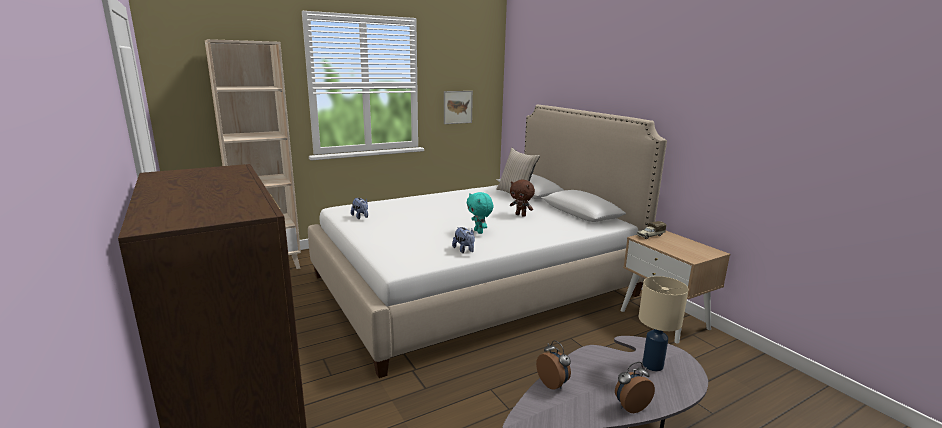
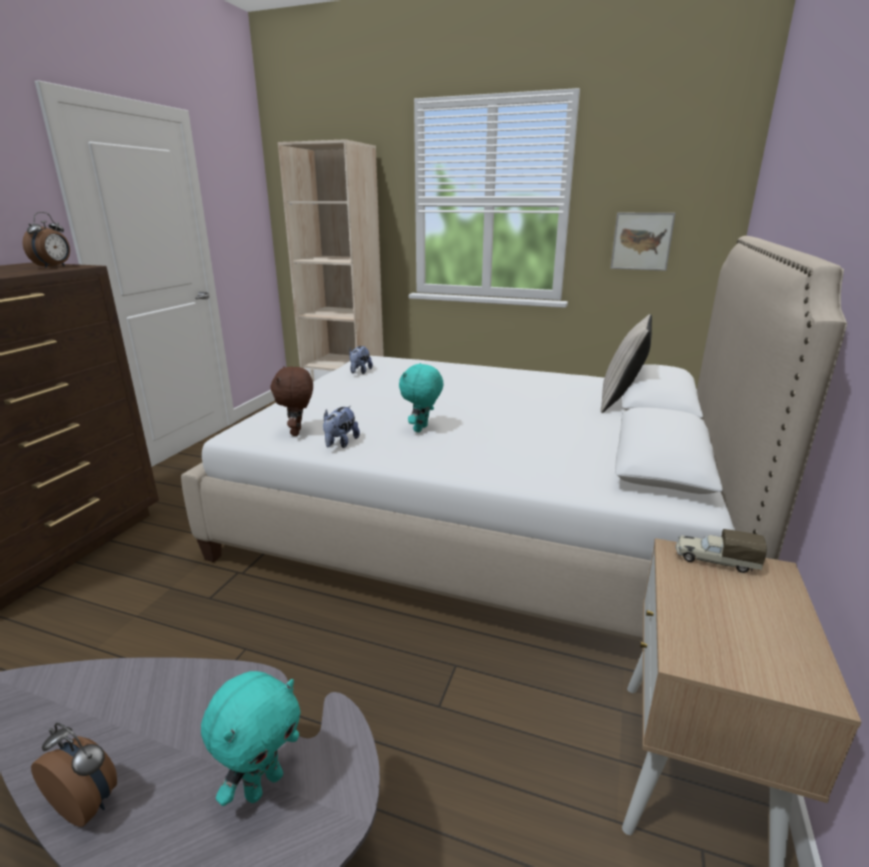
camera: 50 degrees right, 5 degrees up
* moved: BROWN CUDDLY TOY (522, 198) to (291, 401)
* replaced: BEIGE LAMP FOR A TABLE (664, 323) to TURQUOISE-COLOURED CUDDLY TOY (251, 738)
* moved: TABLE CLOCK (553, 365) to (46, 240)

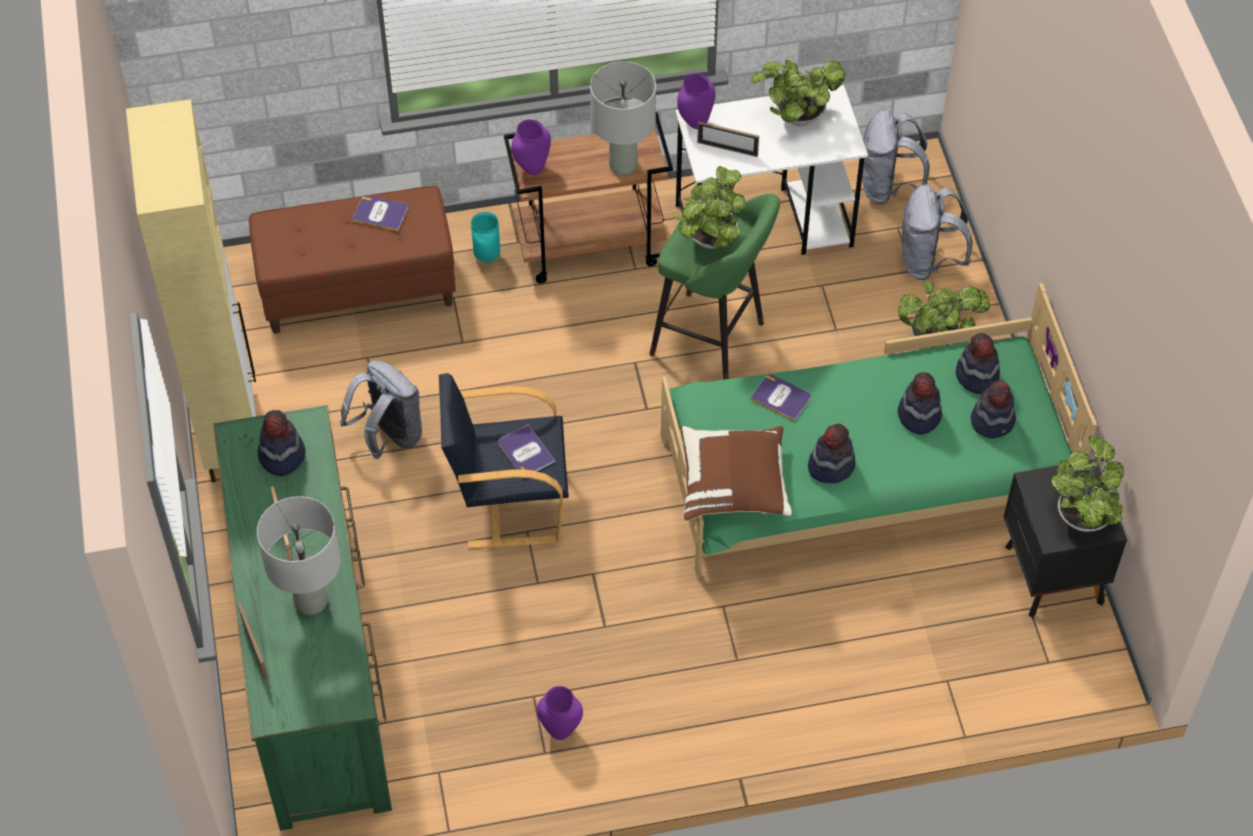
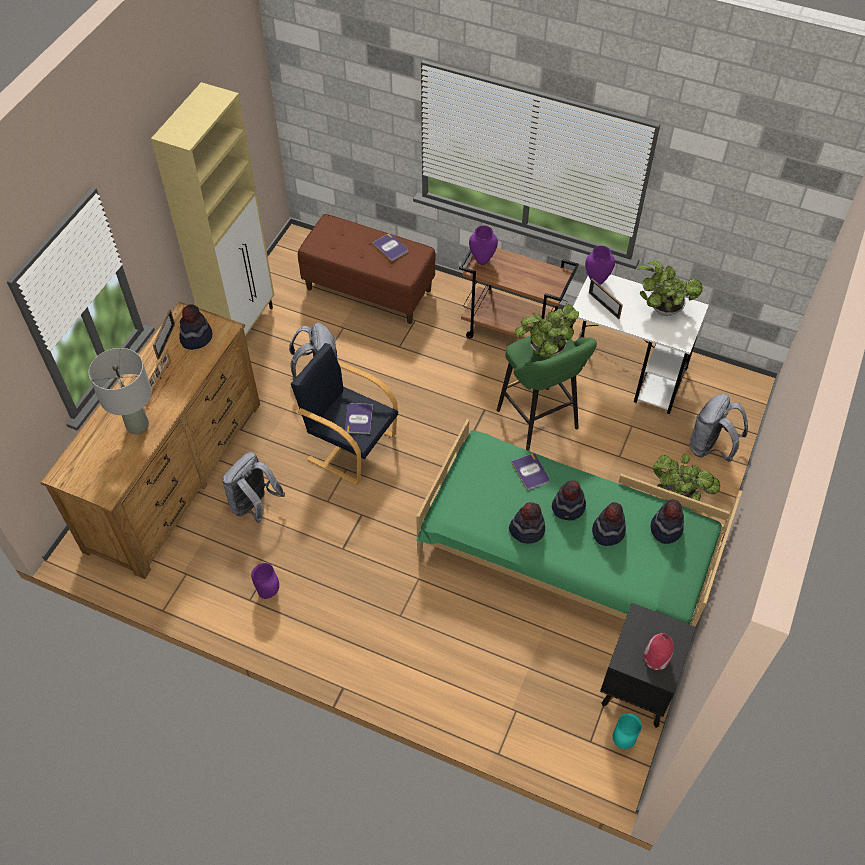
camera: 35 degrees right, 0 degrees up
* removed: GRAY LAMP FOR A TABLE (623, 118)
* moved: GRAY BACKPACK (896, 157) to (253, 487)
* moved: TURQUOISE-COLOURED VASE (485, 237) to (627, 731)
* moved: HAT (993, 409) to (569, 500)
* recoloured: GREENISH CHEST OF DRAWERS (302, 618) to BROWN CHEST OF DRAWERS (150, 440)
* removed: BROWN THROW PILLOW (736, 473)
* replaced: HOUSEPLANT (1087, 484) to RED VASE (658, 651)
* moved: PHOTO FRAME (252, 641) to (164, 334)

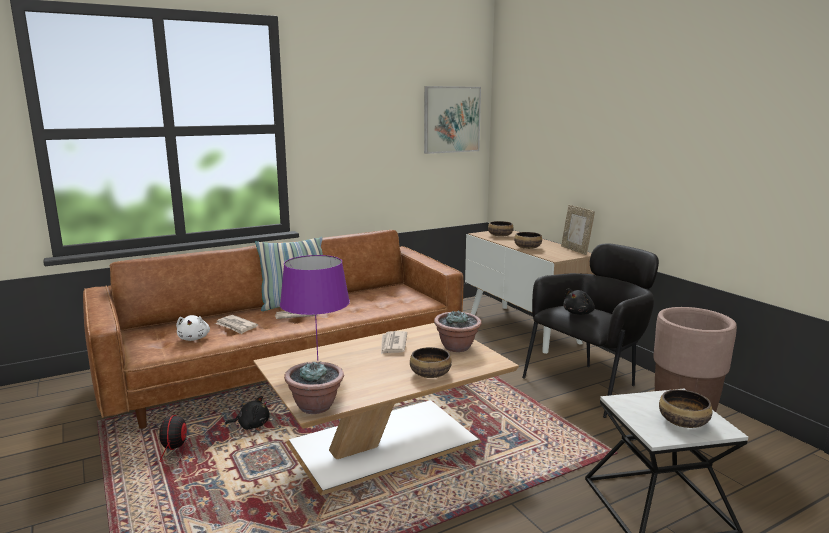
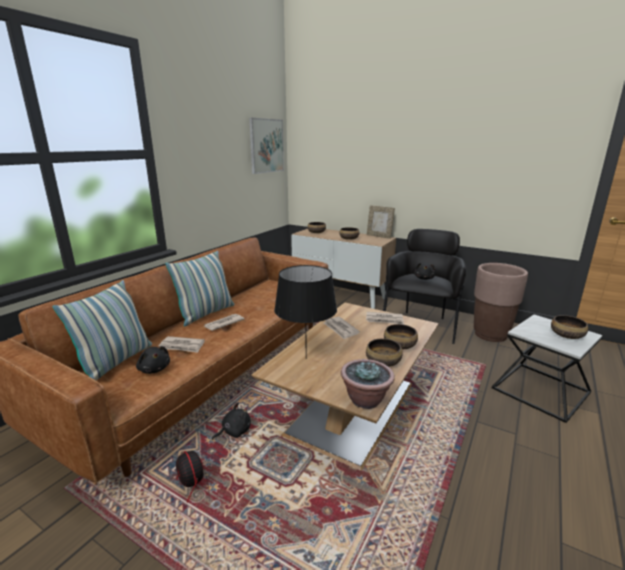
camera: 30 degrees left, 5 degrees up
* recoloured: PURPLE LAMP FOR A TABLE (315, 308) to BLACK LAMP FOR A TABLE (305, 312)
* replaced: HOUSEPLANT (458, 331) to PRINTED PAPER (385, 318)
* recoloured: WHITE CUDDLY TOY (193, 328) to BLACK CUDDLY TOY (153, 360)
* added: THROW PILLOW (102, 330)
* added: DEEP DISH (384, 352)

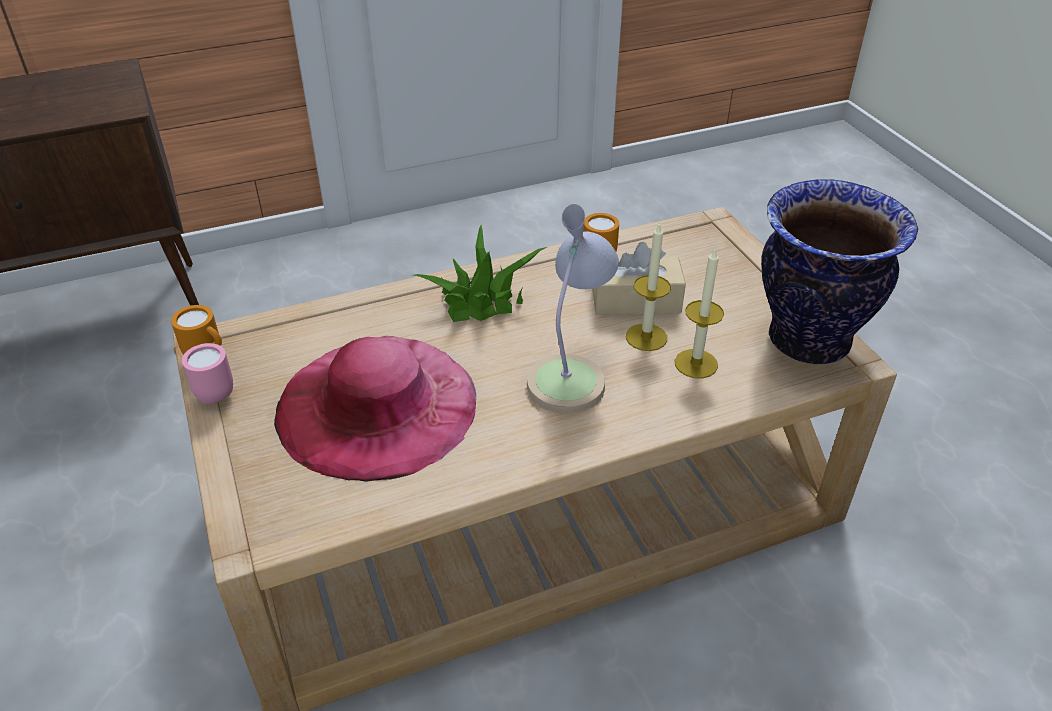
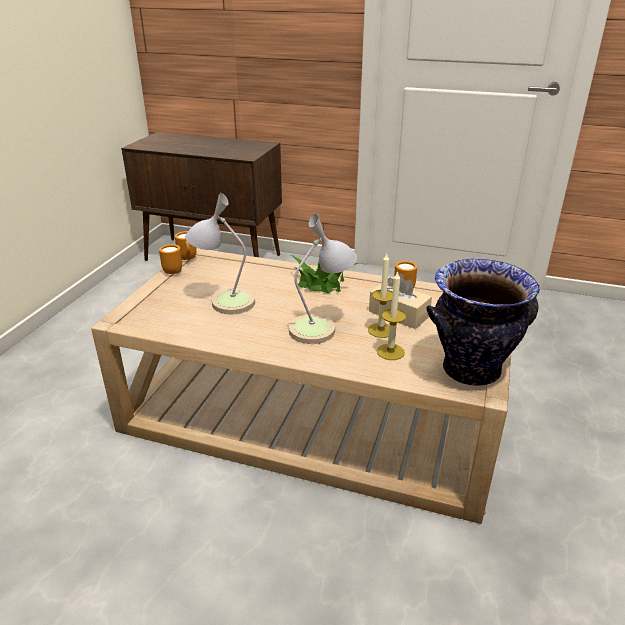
camera: 40 degrees right, 10 degrees down
* replaced: PINK-COLOURED HAT (375, 409) to LAMP FOR A TABLE (220, 253)
* recoloured: PINK-COLOURED COFFEE MUG (207, 374) to ORANGE COFFEE MUG (170, 259)

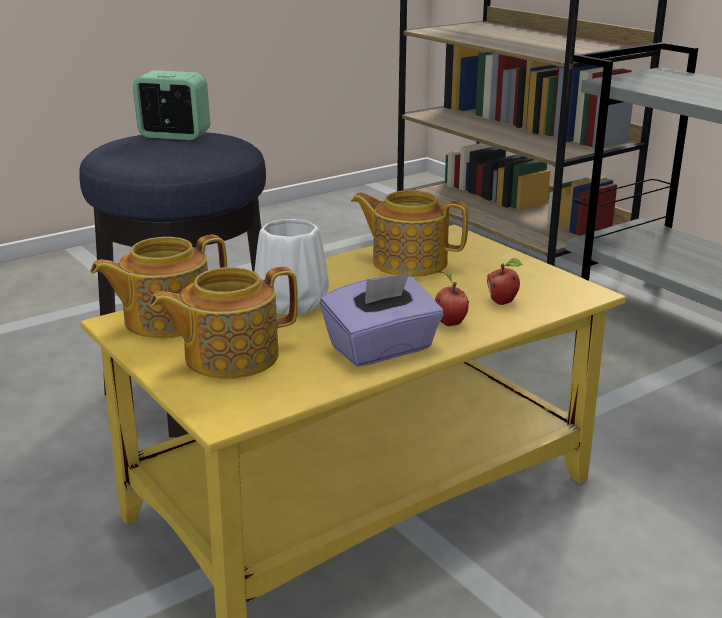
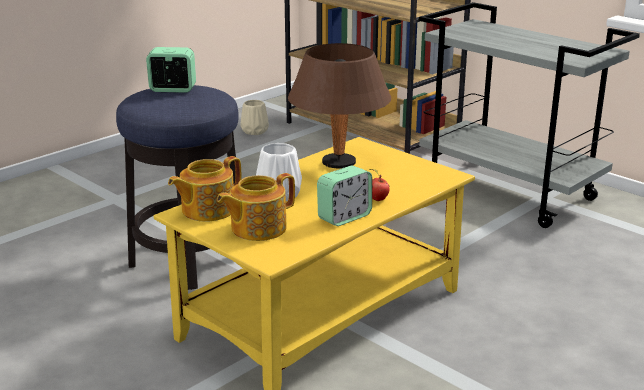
camera: 10 degrees left, 0 degrees up
* replaced: POT FOR TEA (409, 233) to BROWN LAMP FOR A TABLE (339, 105)
* removed: APPLE FRUIT (505, 281)
* replaced: PURPLE BOX OF TISSUES (382, 320) to TABLE CLOCK (344, 196)
* added: BEIGE VASE (255, 117)

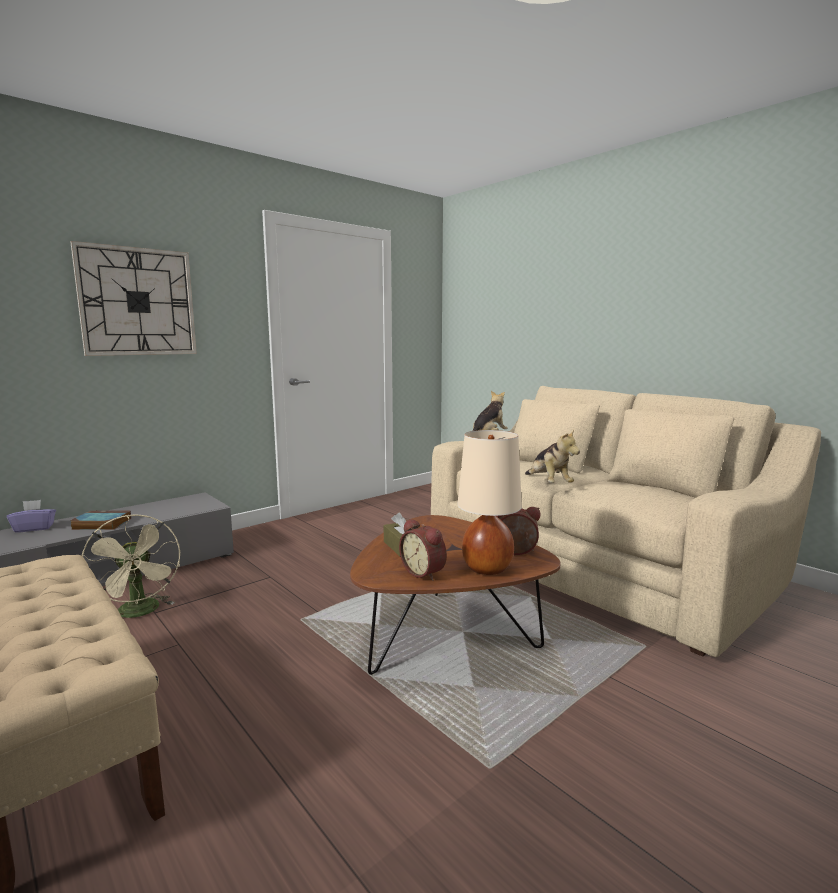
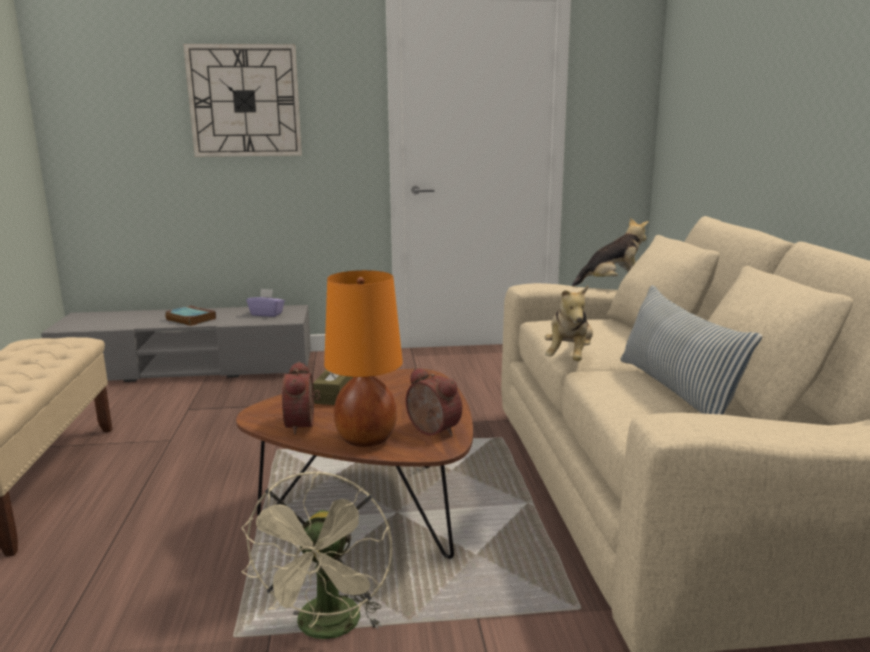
camera: 35 degrees right, 5 degrees up
* recoloured: BEIGE LAMP FOR A TABLE (489, 502) to ORANGE LAMP FOR A TABLE (363, 358)
* moved: PURPLE BOX OF TISSUES (31, 516) to (266, 303)
* moved: BEIGE COOLING FAN (131, 566) to (317, 555)
* added: THROW PILLOW (691, 350)

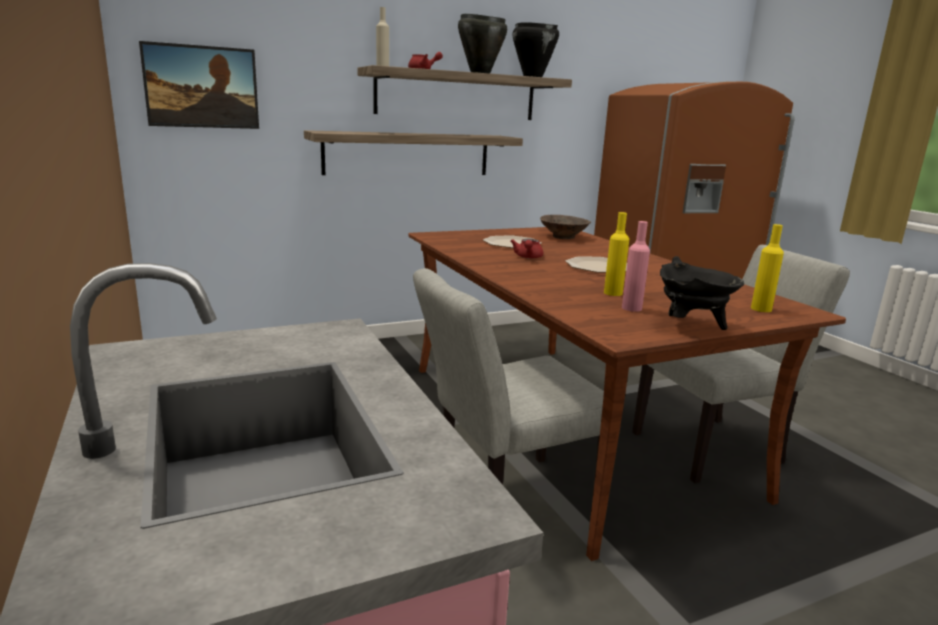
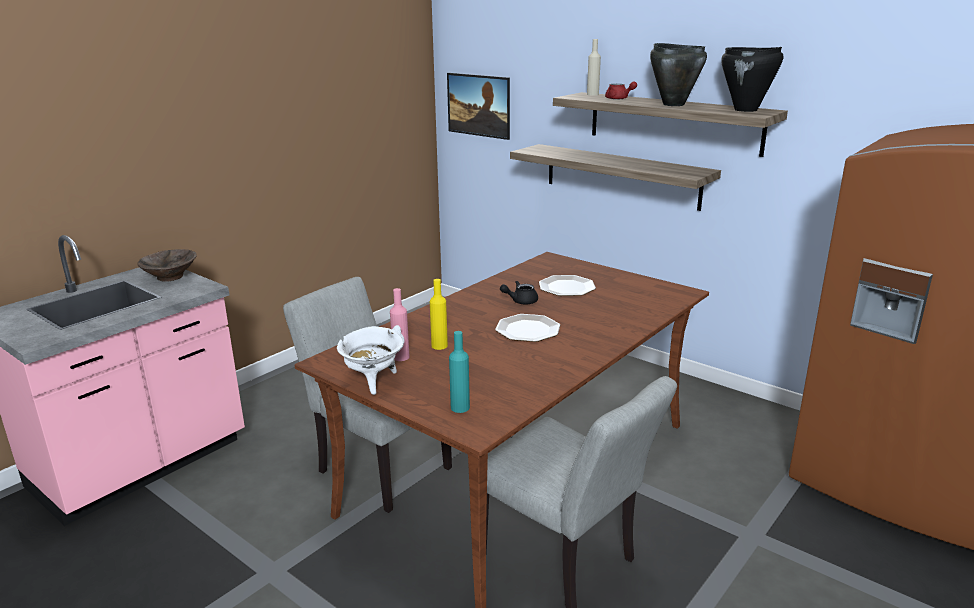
camera: 65 degrees right, 5 degrees up
* moved: BROWN DEEP DISH (565, 227) to (167, 265)
* recoloured: YELLOWISH DRINK BOTTLE (767, 268) to TURQUOISE-COLOURED DRINK BOTTLE (459, 372)
* recoloured: RED POT FOR TEA (526, 249) to BLACK POT FOR TEA (519, 292)
* recoloured: BLACK STOCKPOT (702, 293) to WHITE STOCKPOT (371, 360)

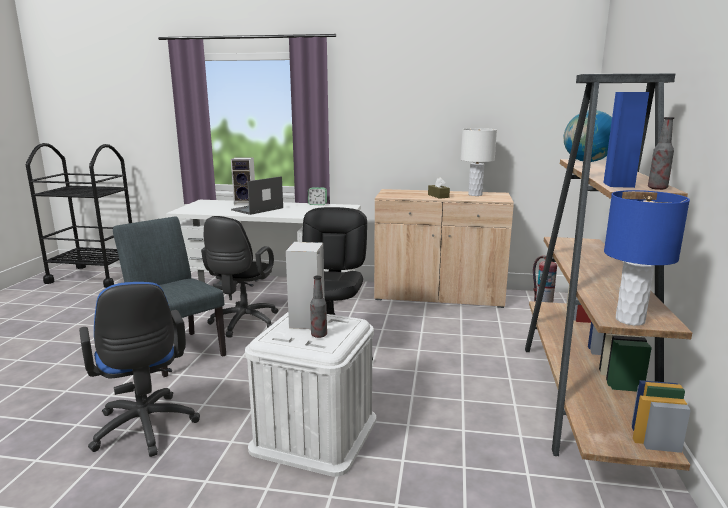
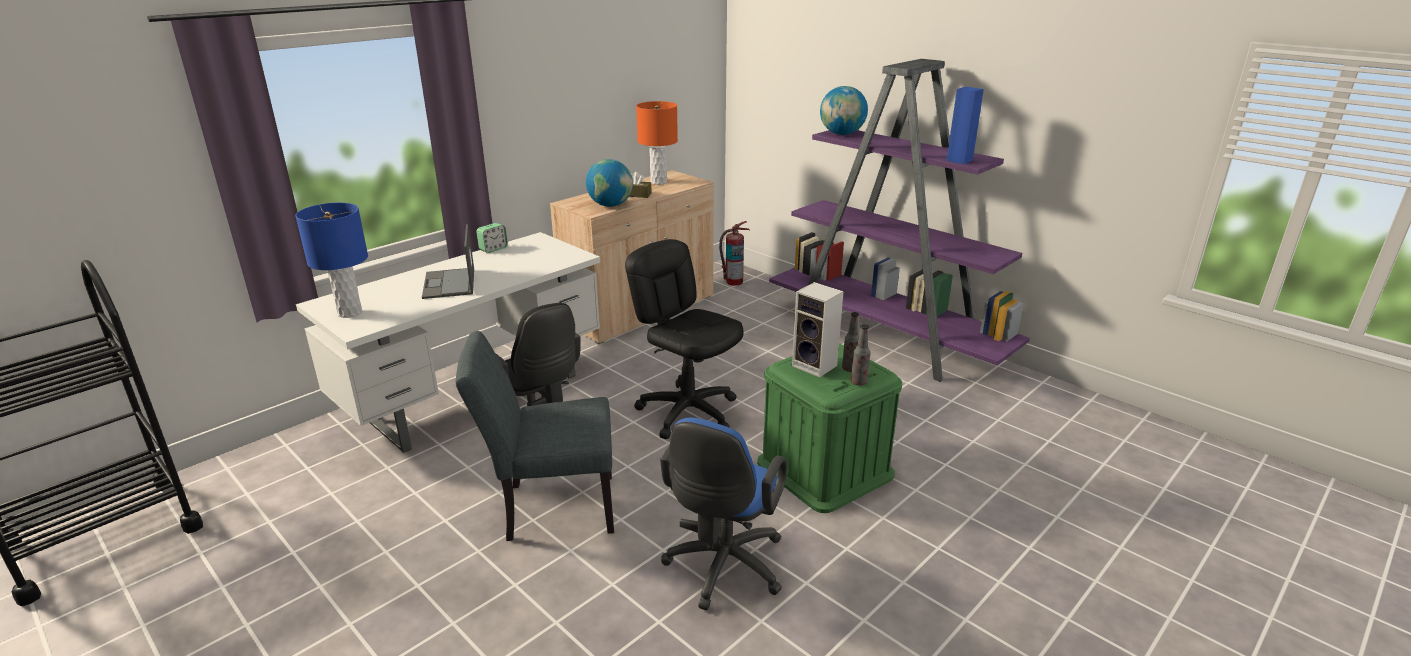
camera: 55 degrees left, 10 degrees up
* recoloured: BROWN BOOKSHELF (608, 272) to PURPLE BOOKSHELF (899, 220)
* moved: DRINK BOTTLE (661, 153) to (860, 355)
* recoloured: WHITE LAMP FOR A TABLE (478, 162) to ORANGE LAMP FOR A TABLE (657, 143)
* removed: SPEAKER (243, 181)
* moved: BLUE LAMP FOR A TABLE (647, 258) to (331, 260)
* turned: BLUE DESK CHAIR (139, 369) = (723, 514) 105 degrees clockwise
* recoloured: WHITE STORAGE BOX (310, 394) to GREENISH STORAGE BOX (829, 428)
* added: GLOBE (609, 183)

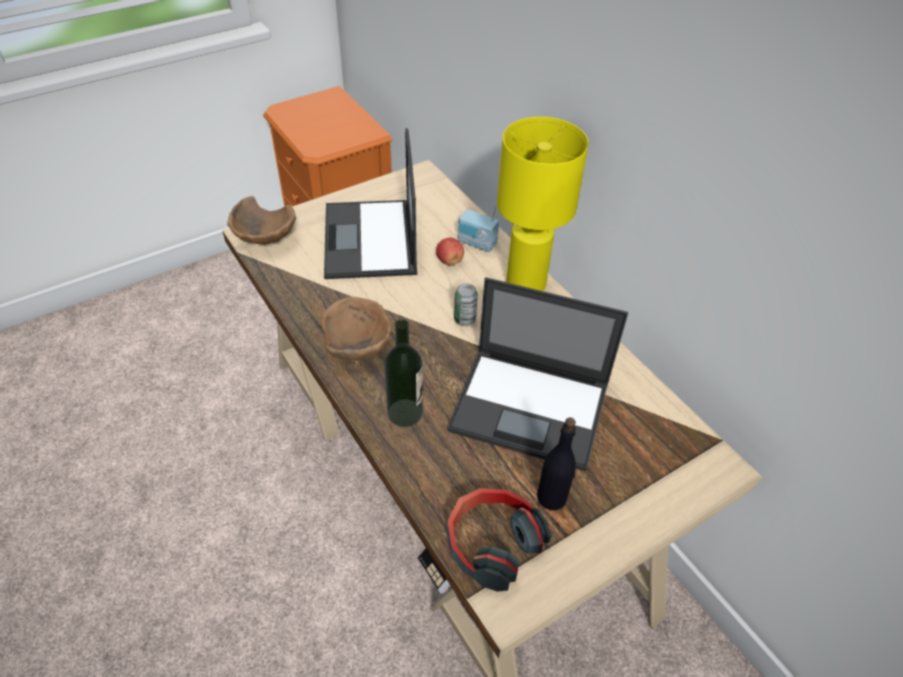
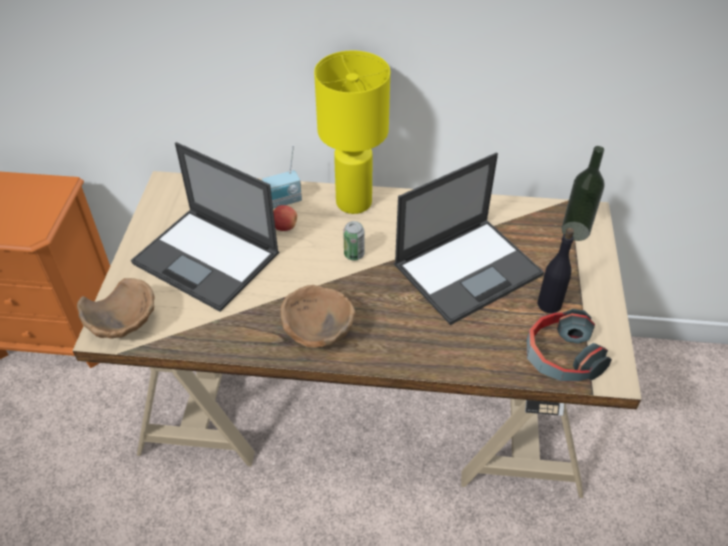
camera: 50 degrees left, 0 degrees up
* moved: DRINK BOTTLE (403, 373) to (583, 193)

